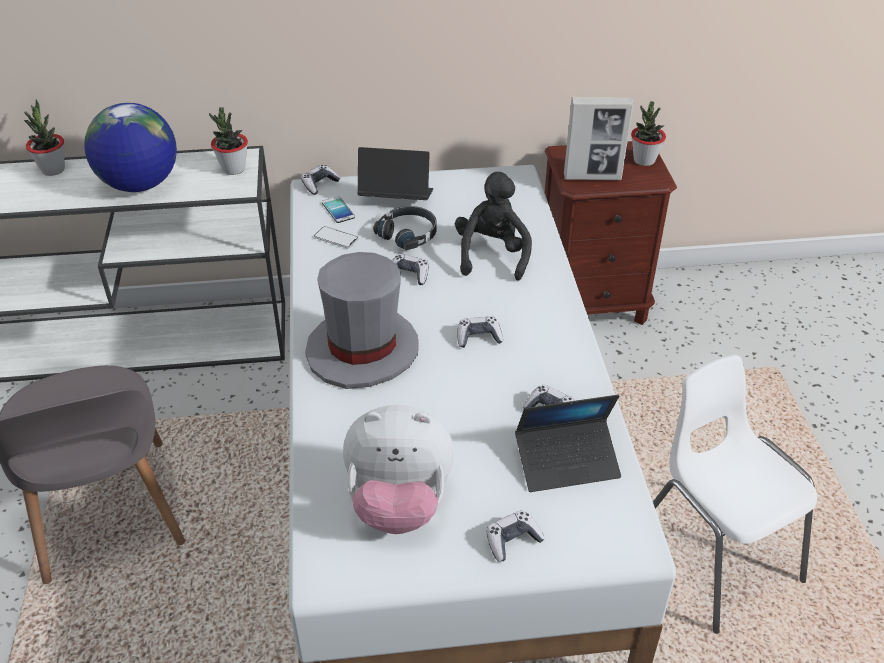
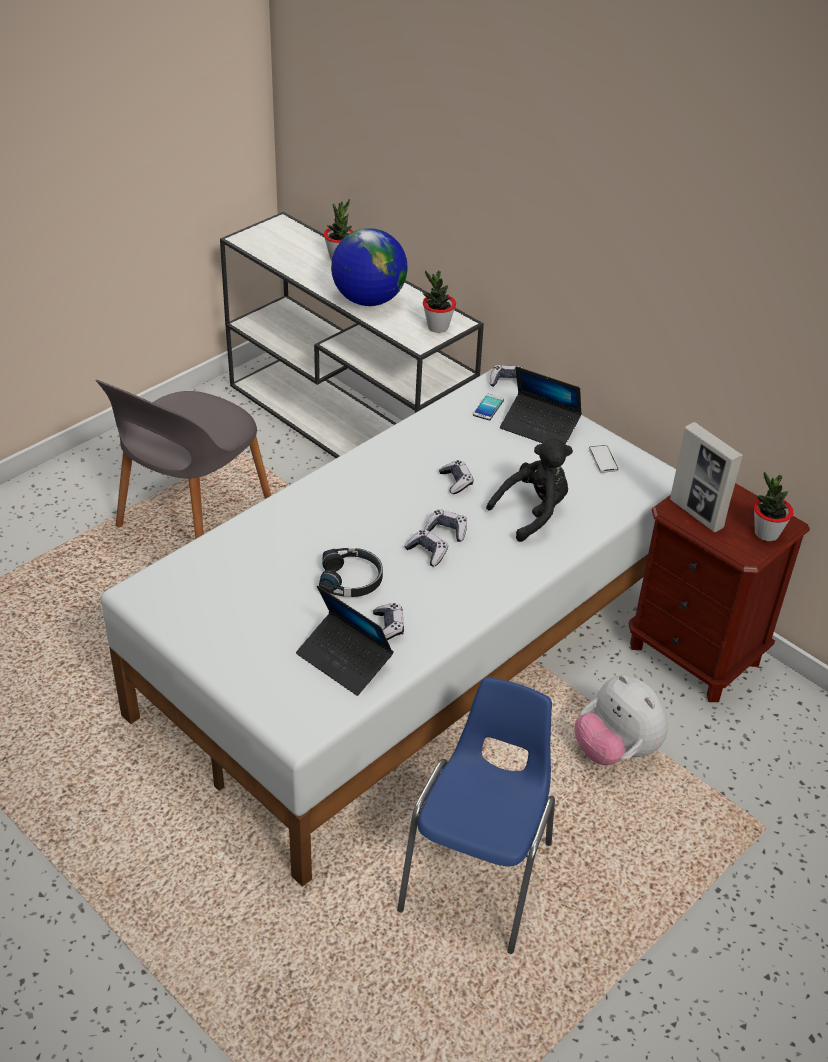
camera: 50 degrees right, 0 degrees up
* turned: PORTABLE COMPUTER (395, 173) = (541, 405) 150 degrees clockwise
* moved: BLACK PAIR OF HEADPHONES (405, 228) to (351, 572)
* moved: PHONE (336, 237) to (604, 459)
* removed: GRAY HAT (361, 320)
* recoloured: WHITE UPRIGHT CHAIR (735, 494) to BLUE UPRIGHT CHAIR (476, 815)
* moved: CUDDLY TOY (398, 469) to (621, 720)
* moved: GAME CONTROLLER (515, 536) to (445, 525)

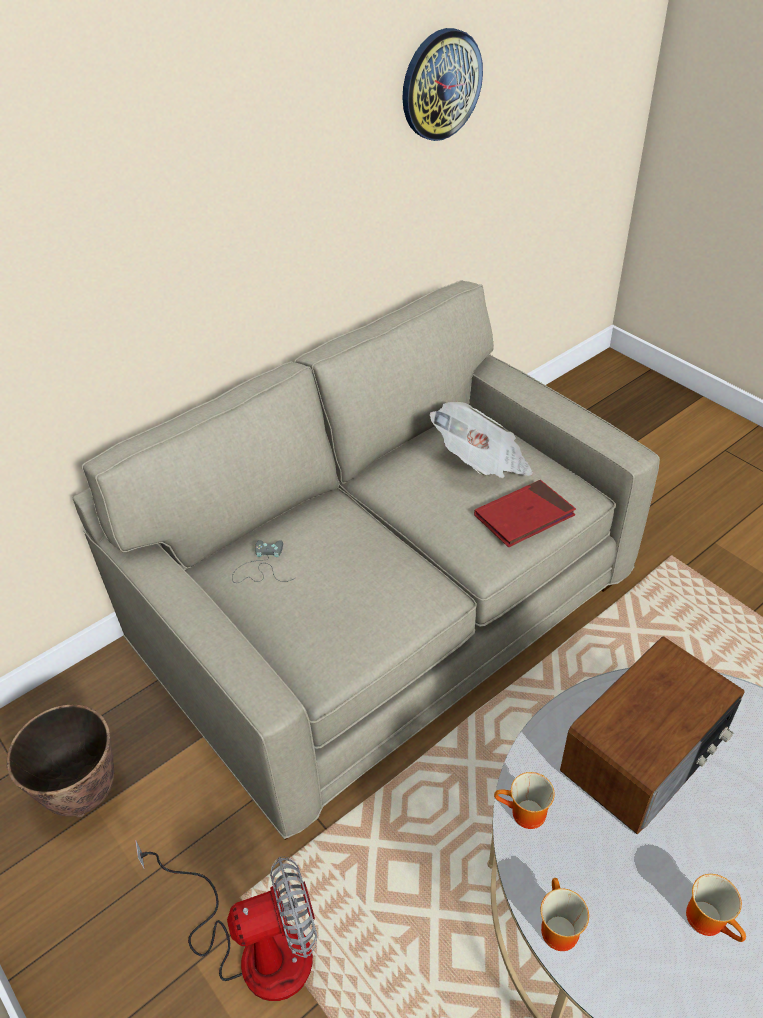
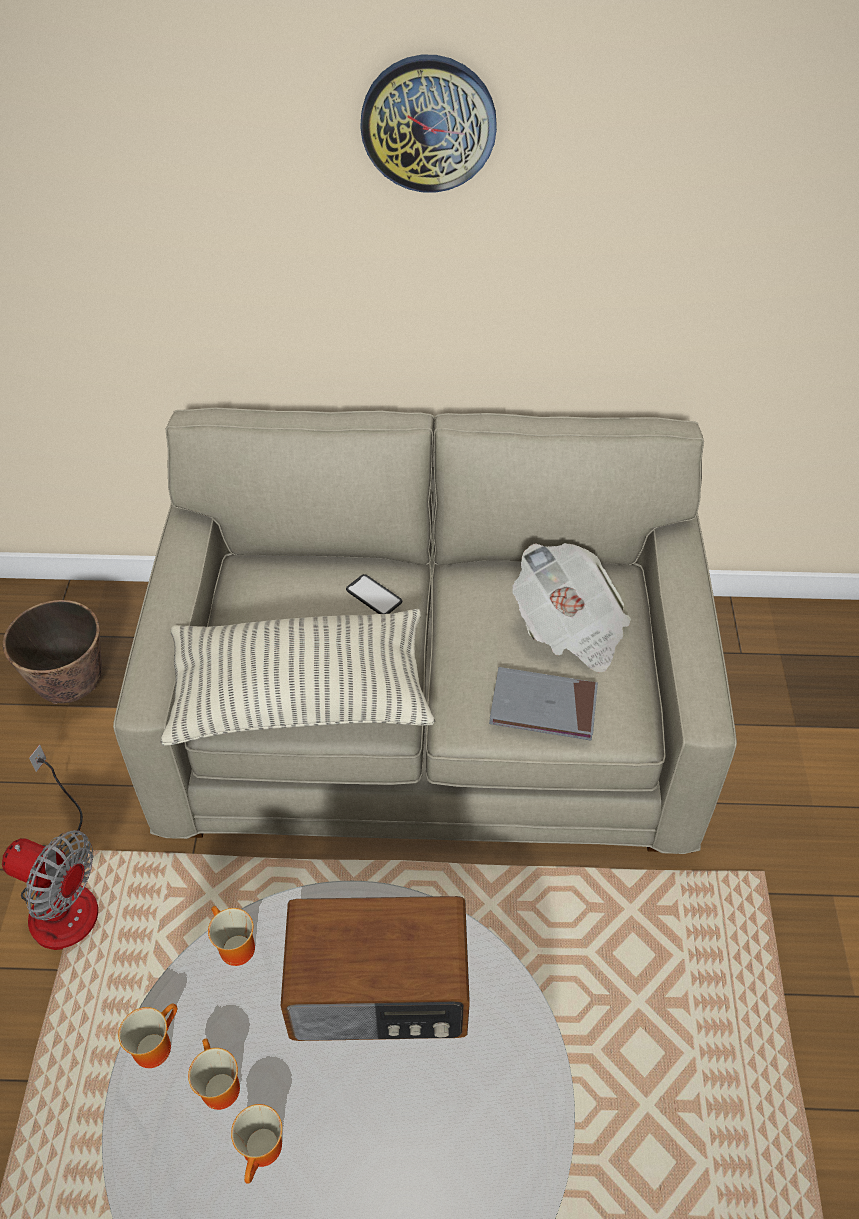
camera: 40 degrees right, 5 degrees up
* moved: CLOCK ON THE WALL (442, 84) to (428, 124)
* recoloured: RED VOLUME (525, 513) to GRAY VOLUME (543, 704)
* removed: GRAY GAME CONTROLLER (263, 561)
* added: PHONE (374, 594)
* added: THROW PILLOW (297, 677)
* added: COFFEE MUG (214, 1074)

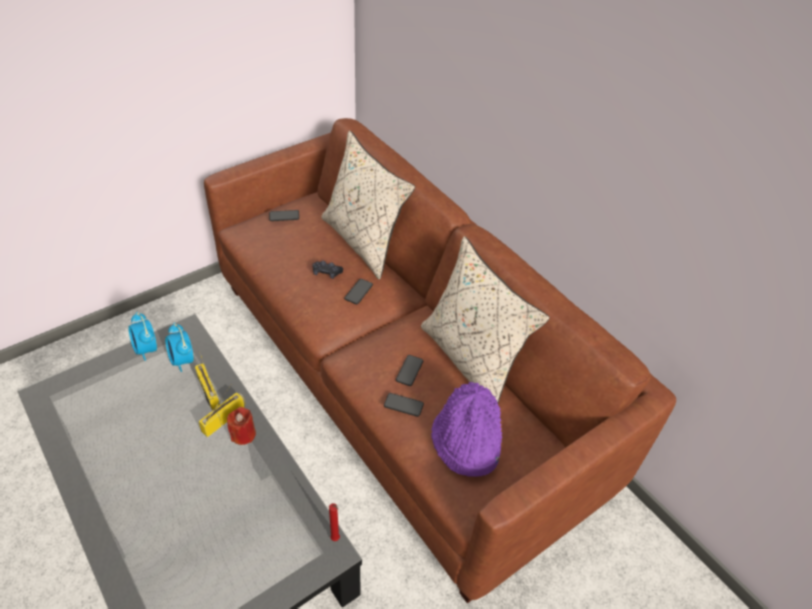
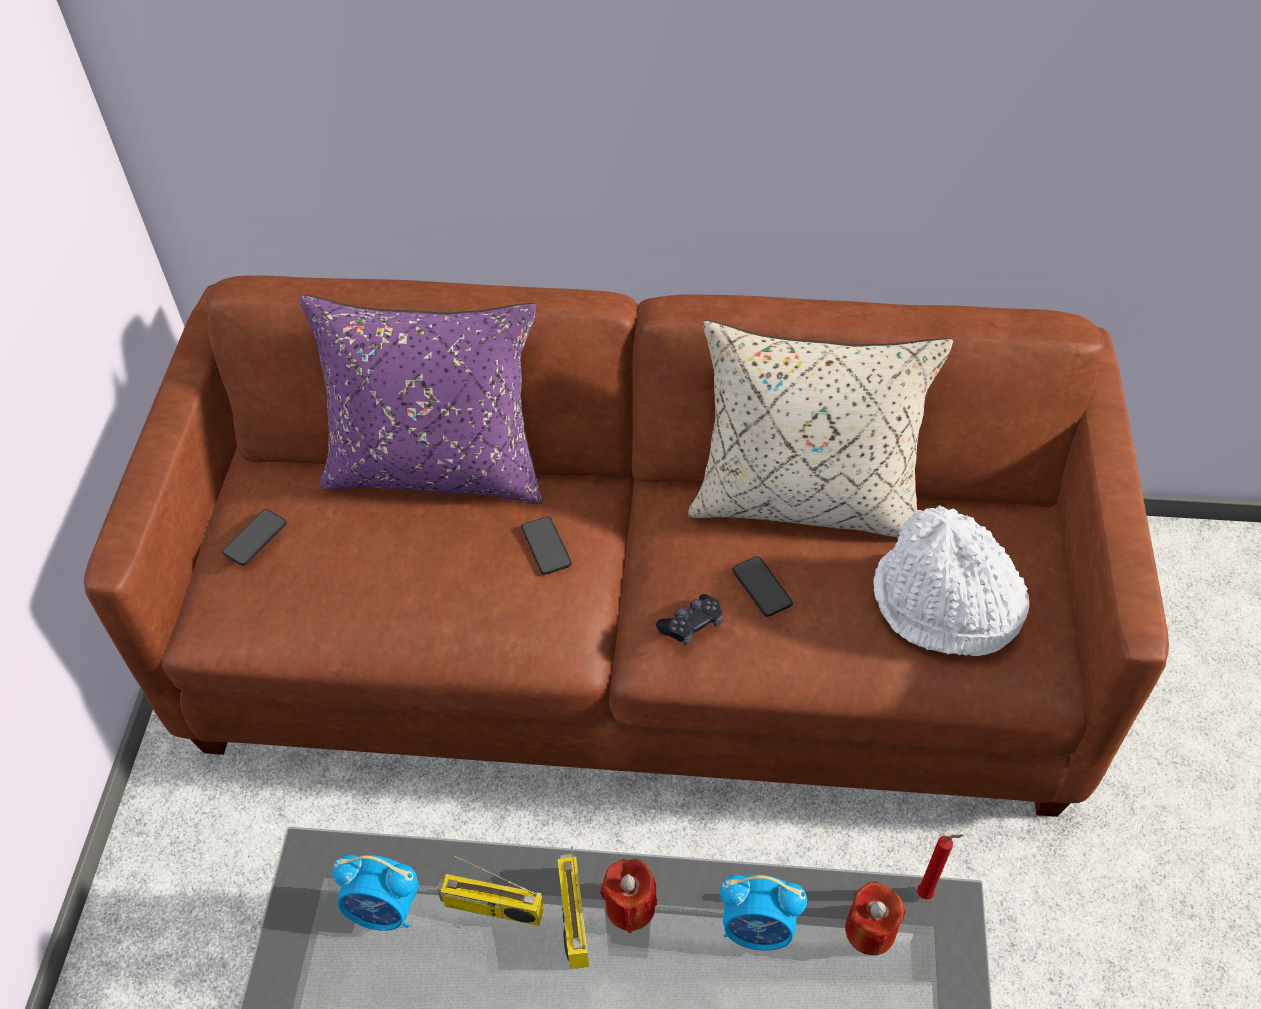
camera: 45 degrees left, 5 degrees up
* recoloured: BEIGE THROW PILLOW (368, 205) to PURPLE THROW PILLOW (421, 399)
* moved: BLACK GAME CONTROLLER (327, 270) to (689, 619)
* moved: TABLE CLOCK (142, 336) to (763, 913)
* recoloured: PURPLE HAT (466, 429) to WHITE HAT (951, 580)
* removed: PHONE (404, 405)
* added: RED WAX LIGHT (875, 918)

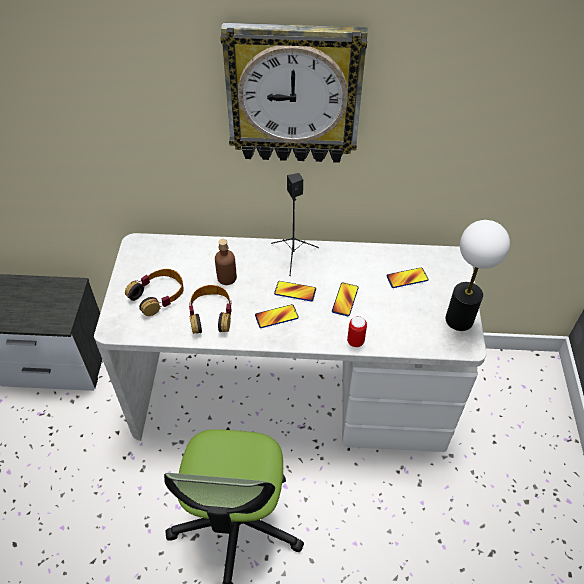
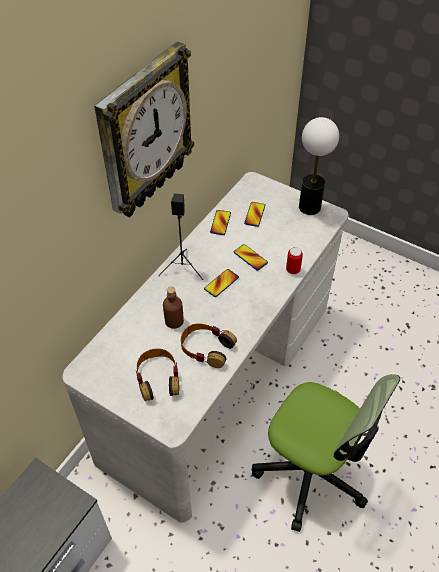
camera: 60 degrees left, 0 degrees up
* moved: PHONE (277, 316) to (220, 222)

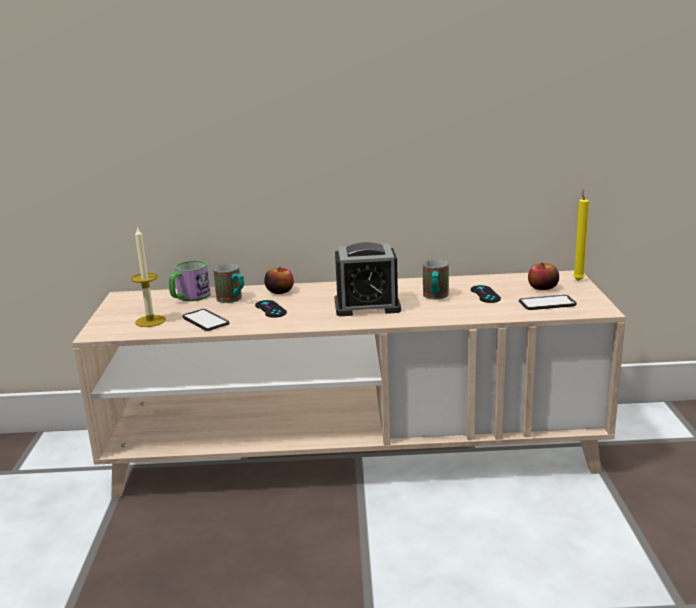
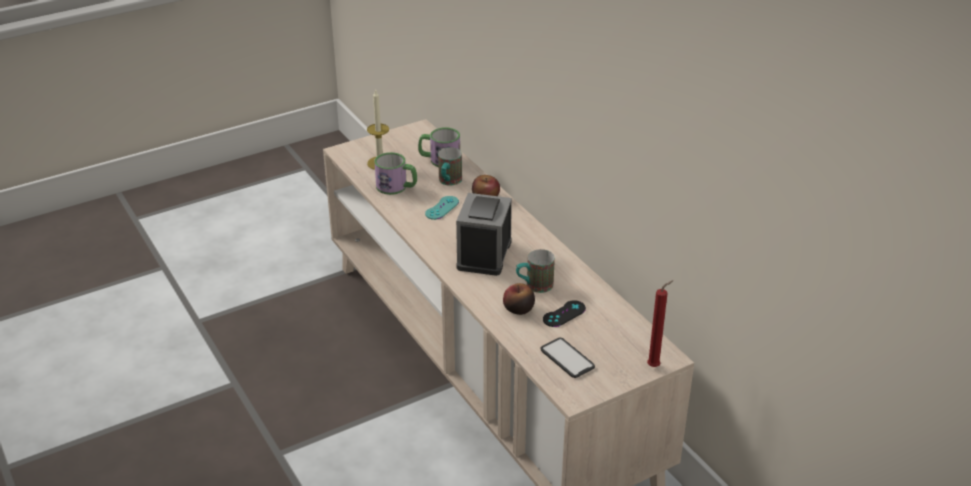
camera: 60 degrees right, 15 degrees up
* recoloured: YELLOWISH WAX LIGHT (581, 235) to RED WAX LIGHT (660, 323)
* turned: TABLE CLOCK (368, 279) = (484, 234) 45 degrees clockwise
* moved: APPLE FRUIT (543, 276) to (519, 299)
* recoloured: BLACK GAME CONTROLLER (271, 309) to TURQUOISE-COLOURED GAME CONTROLLER (442, 208)
* replaced: PHONE (205, 320) to COFFEE MUG (395, 173)

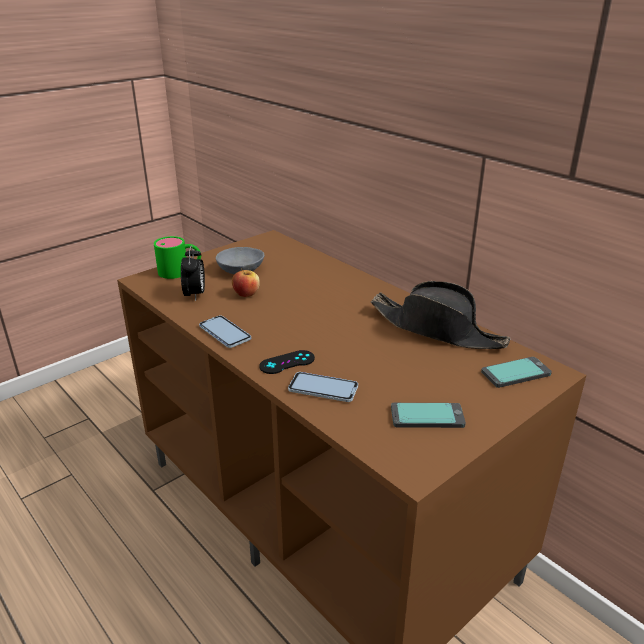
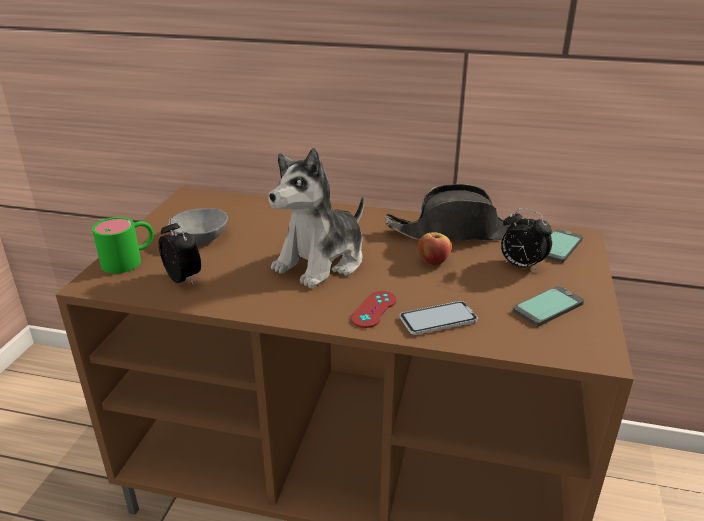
camera: 35 degrees left, 0 degrees up
* moved: APPLE FRUIT (246, 283) to (435, 248)
* removed: PHONE (225, 331)
* recoloured: BLACK GAME CONTROLLER (287, 362) to RED GAME CONTROLLER (373, 309)
* added: CUDDLY TOY (316, 218)
* added: TABLE CLOCK (526, 240)

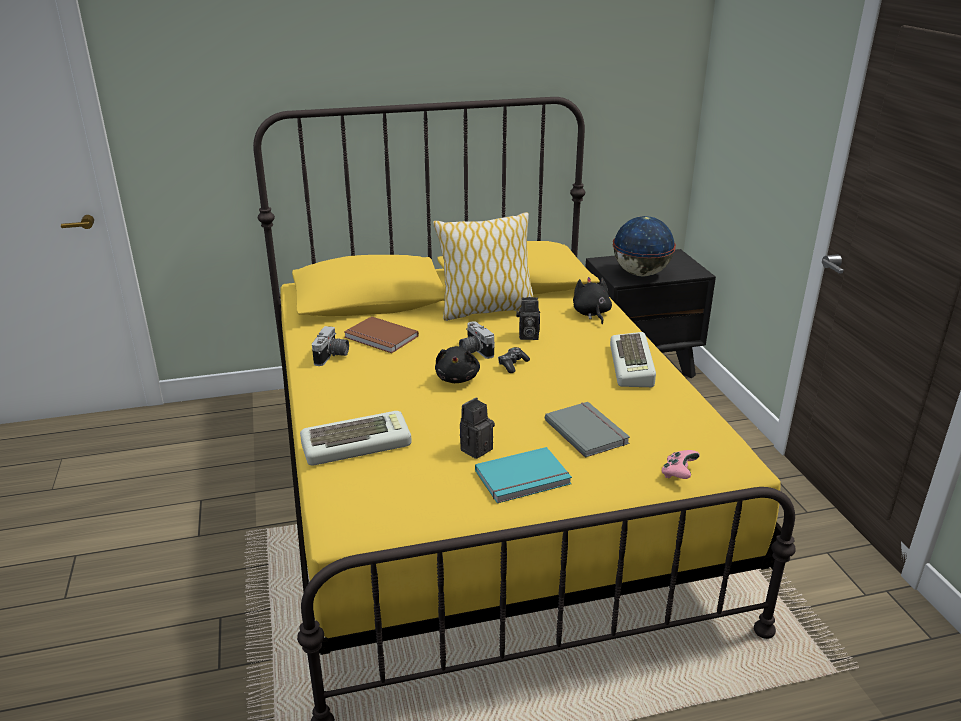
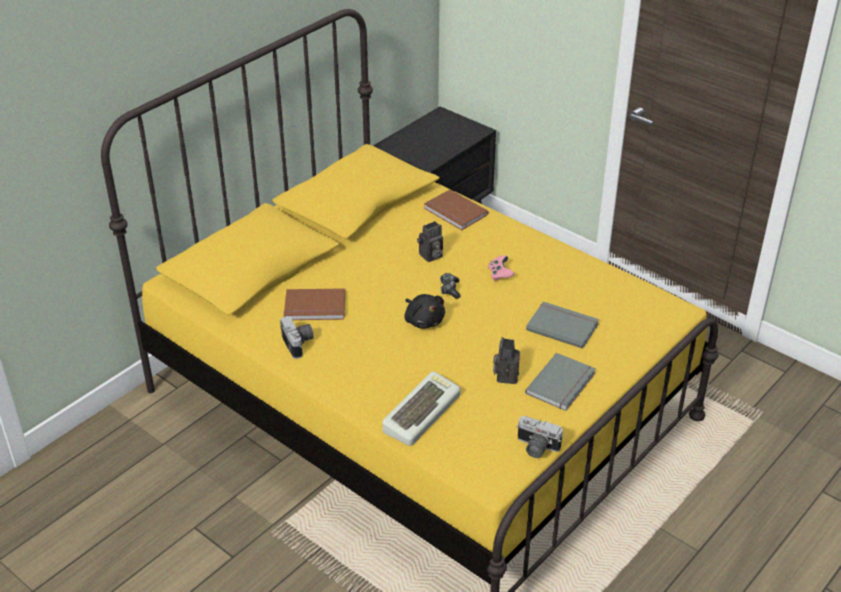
camera: 35 degrees left, 10 degrees up
* removed: THROW PILLOW (483, 266)
* removed: GLOBE (644, 246)
* replaced: BLACK CUDDLY TOY (592, 300) to BROWN VOLUME (456, 209)
* moved: STILL CAMERA (477, 340) to (539, 437)
* removed: PC KEYBOARD (633, 359)
* recoloured: TURQUOISE-COLOURED VOLUME (523, 475) to GRAY VOLUME (560, 382)
* moved: PINK-COLOURED GAME CONTROLLER (681, 464) to (501, 268)

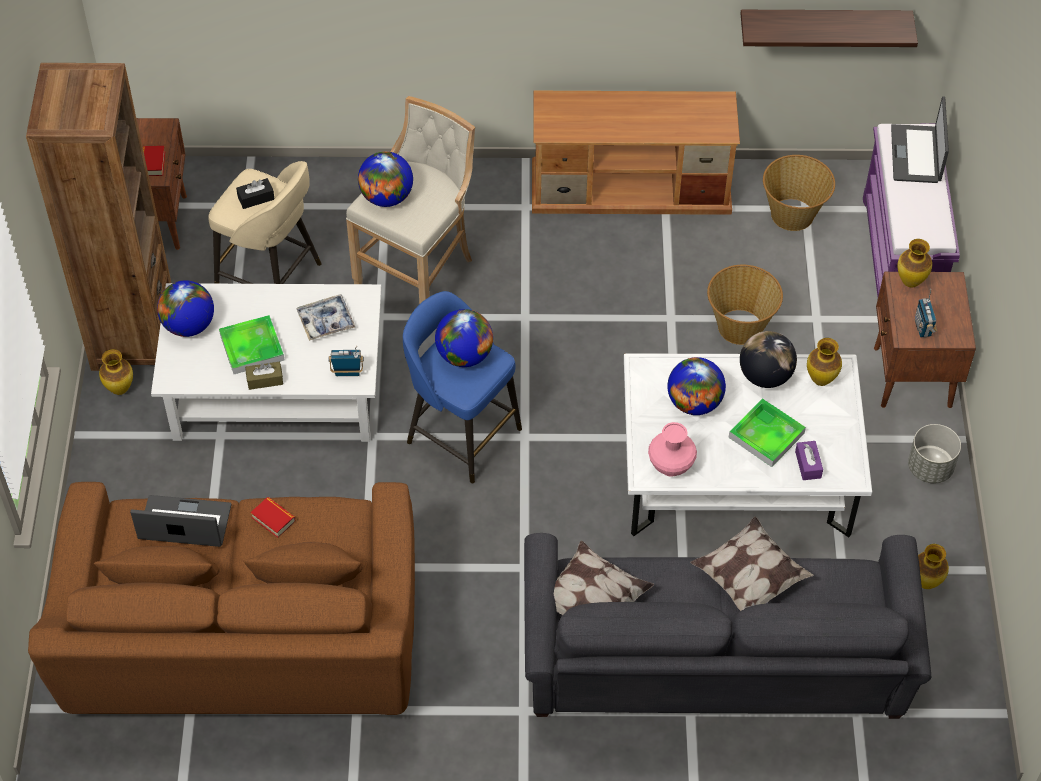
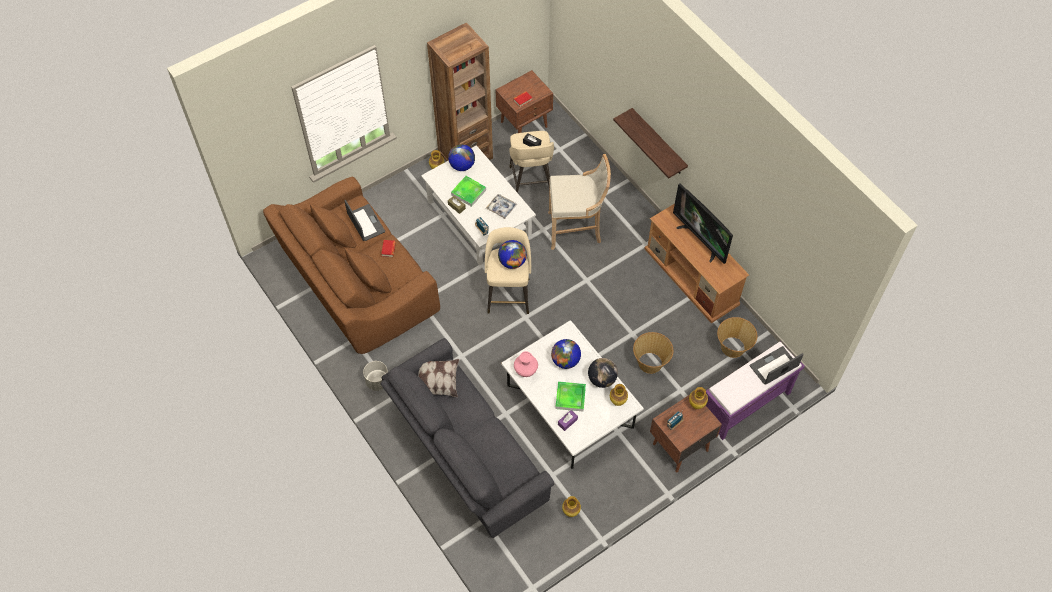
camera: 55 degrees right, 5 degrees up
* moved: SHELF (829, 28) to (650, 143)
* removed: GLOBE (385, 179)
* recoloured: BLUE STOOL SEAT (462, 387) to BEIGE STOOL SEAT (508, 270)
* moved: GRAY PLANTER (934, 453) to (375, 376)
* removed: THROW PILLOW (752, 563)
* added: TV (703, 223)

